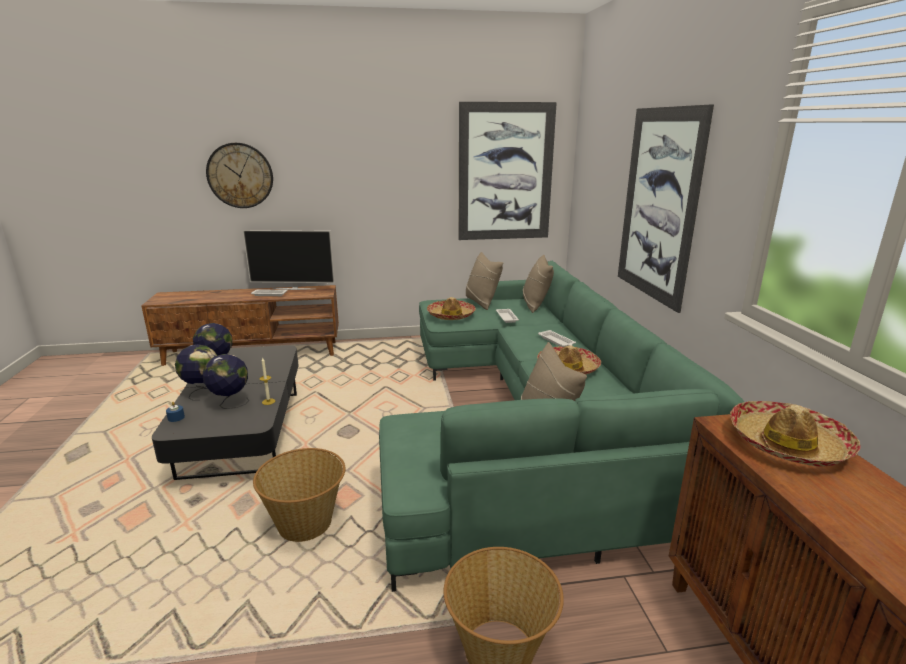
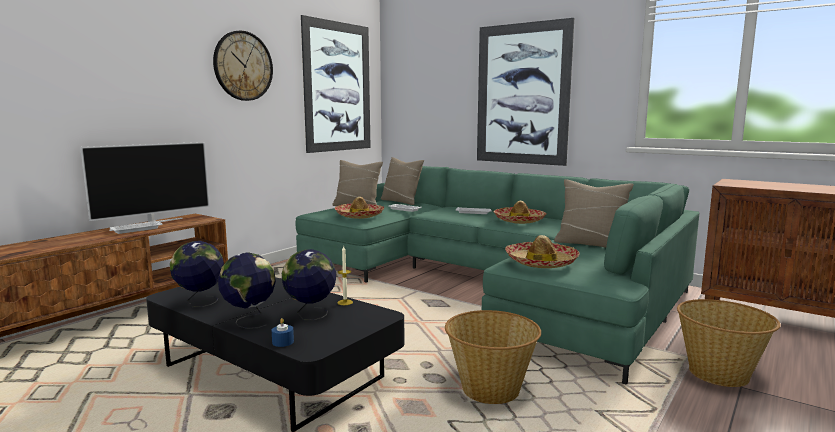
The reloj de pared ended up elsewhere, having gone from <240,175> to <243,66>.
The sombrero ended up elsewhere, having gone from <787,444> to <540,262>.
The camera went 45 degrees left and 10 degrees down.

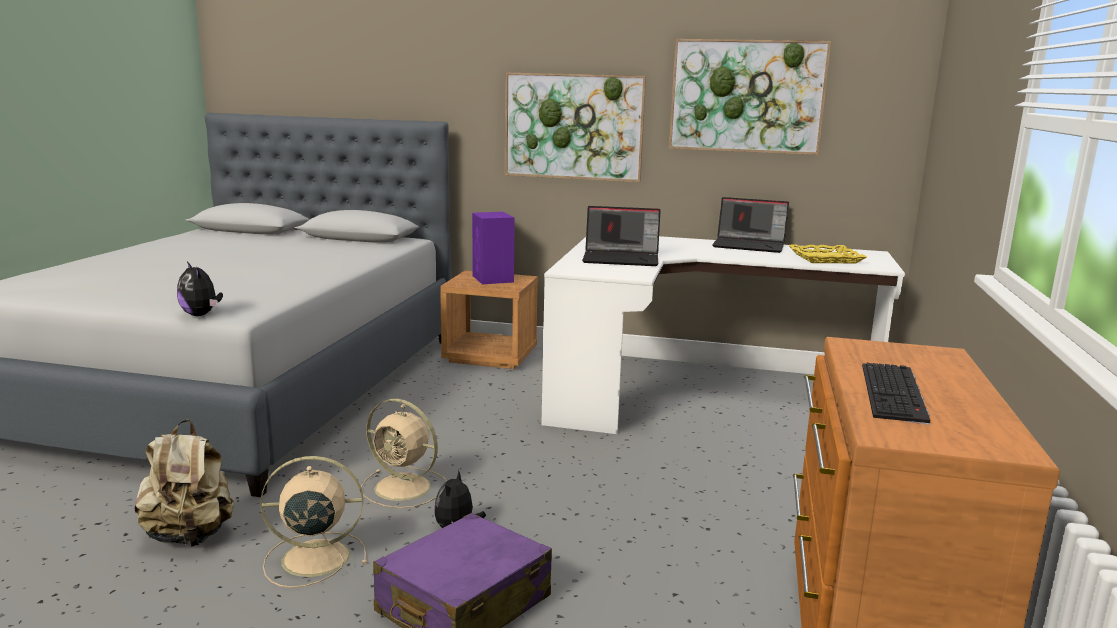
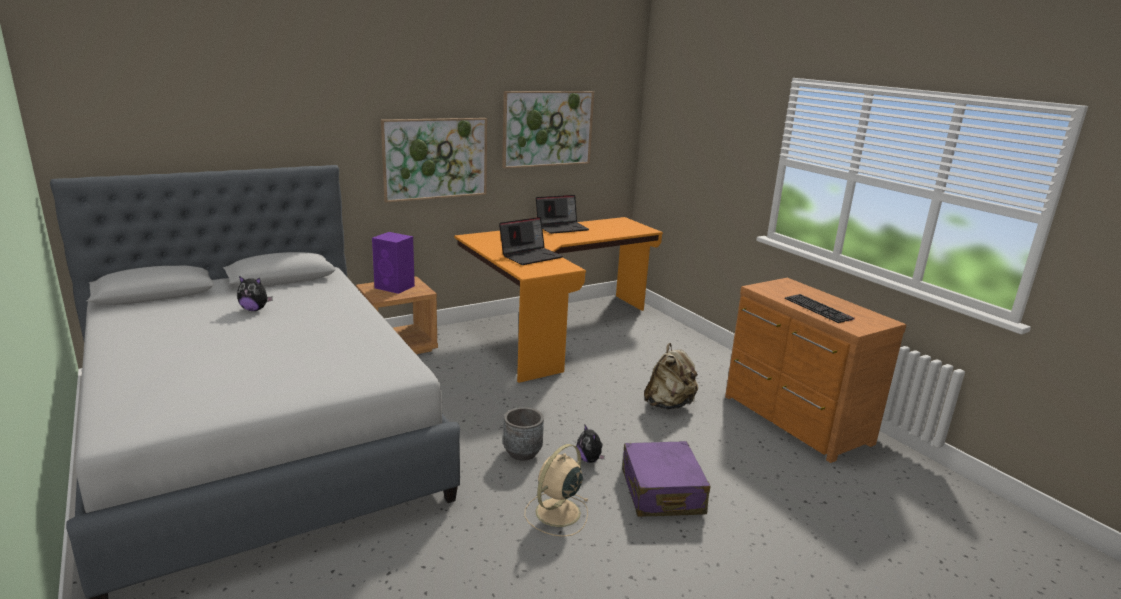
The peluche ended up elsewhere, having gone from <201,315> to <255,309>.
What was the escritorio (blanco) at <695,389> turned into the escritorio (naranja) at <552,329>.
Where the ventilador (beis) stood at <405,488>, the maceta (gris) came to stand at <522,453>.
The mochila (beis) ended up elsewhere, having gone from <190,535> to <669,404>.
The second view lost the bandeja (amarillo) at <825,258>.
The camera went 45 degrees left and 5 degrees up.

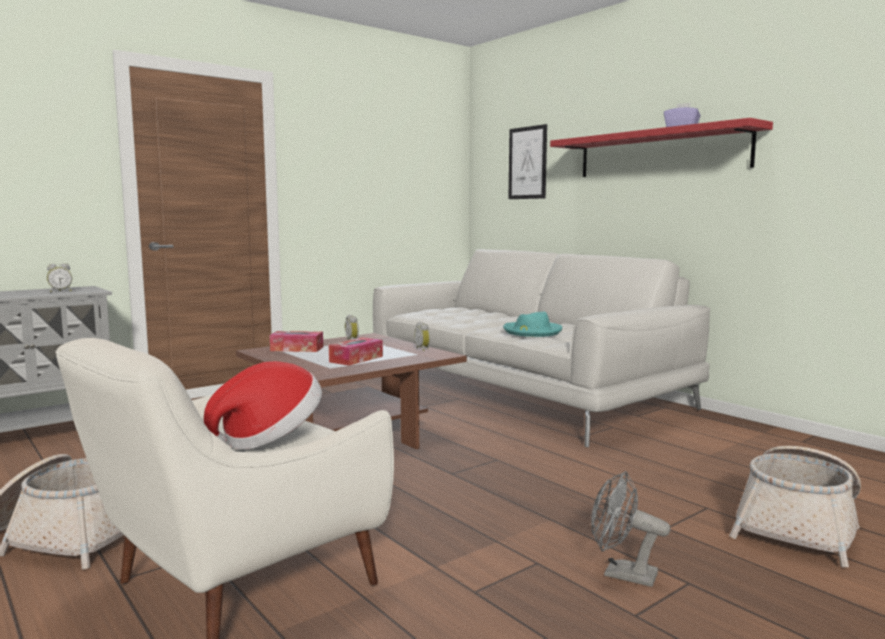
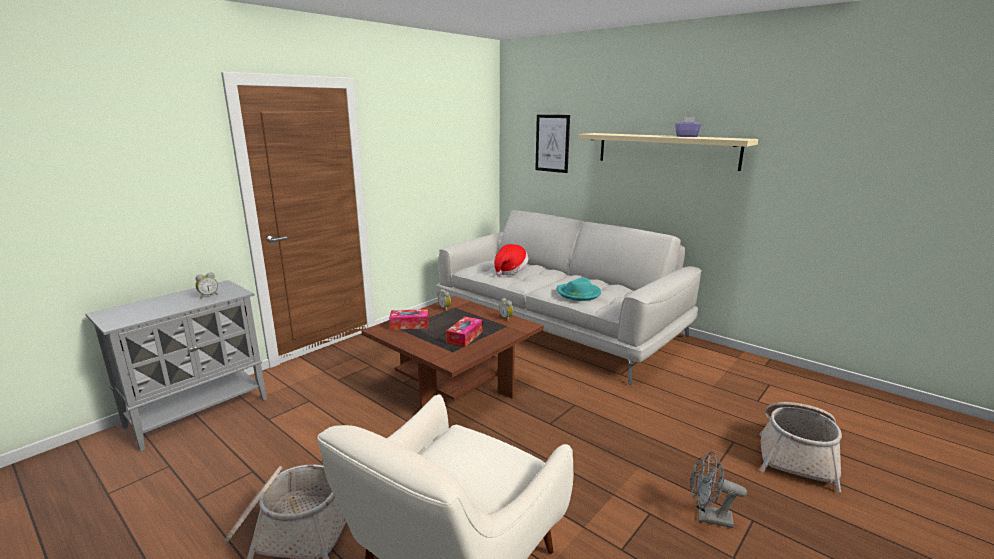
The sombrero ended up elsewhere, having gone from <269,438> to <510,271>.
What was the estante (rojo) at <660,153> turned into the estante (beis) at <666,150>.
The camera went 10 degrees left and 10 degrees up.

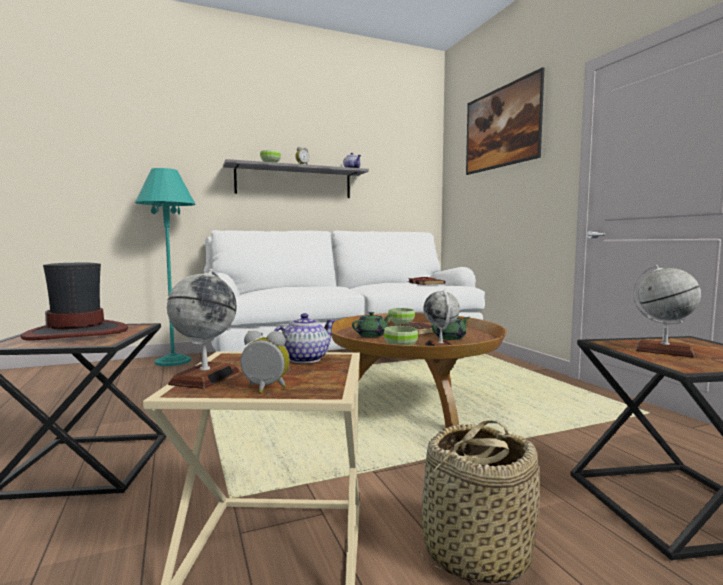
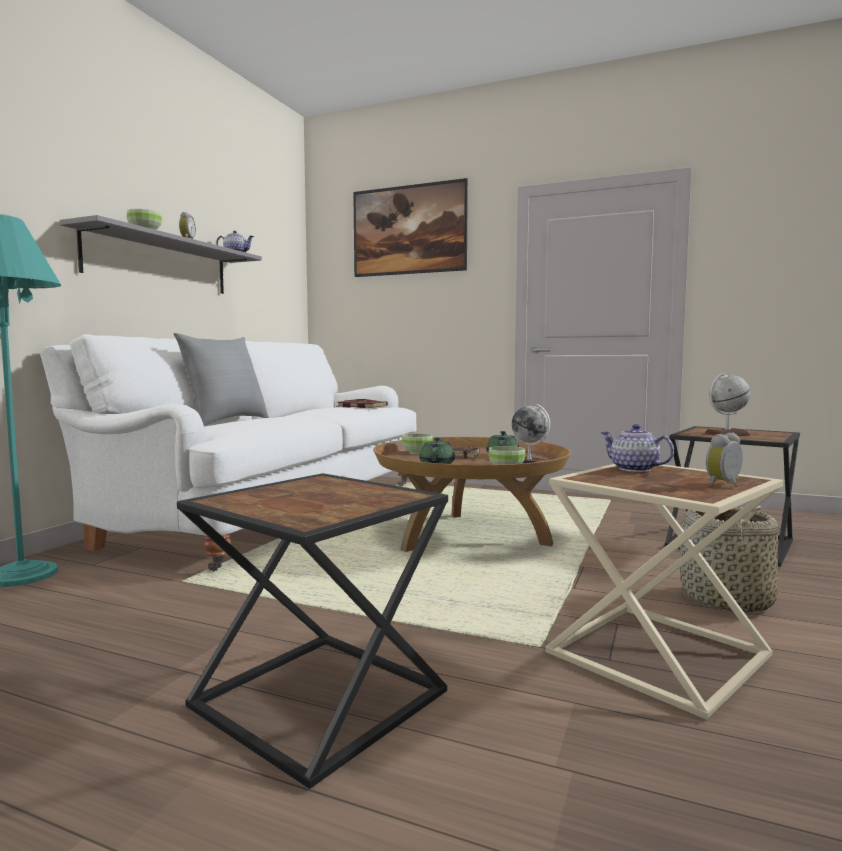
The second view gained the cojín (gris) at <225,421>.
The tetera at <304,359> ended up facing another way, 45 degrees counterclockwise from before.
The second view lost the sombrero at <78,332>.
The second view lost the globo terráqueo at <205,377>.
The camera went 45 degrees left and 0 degrees up.

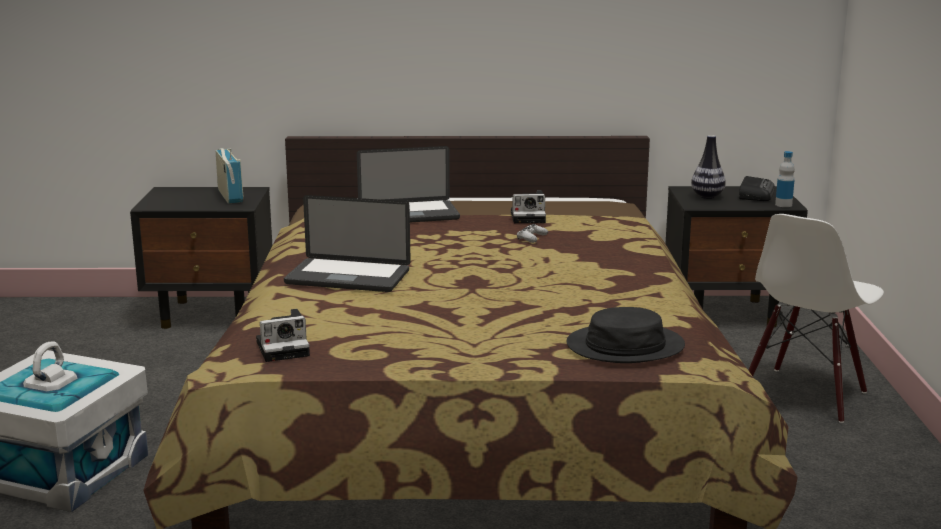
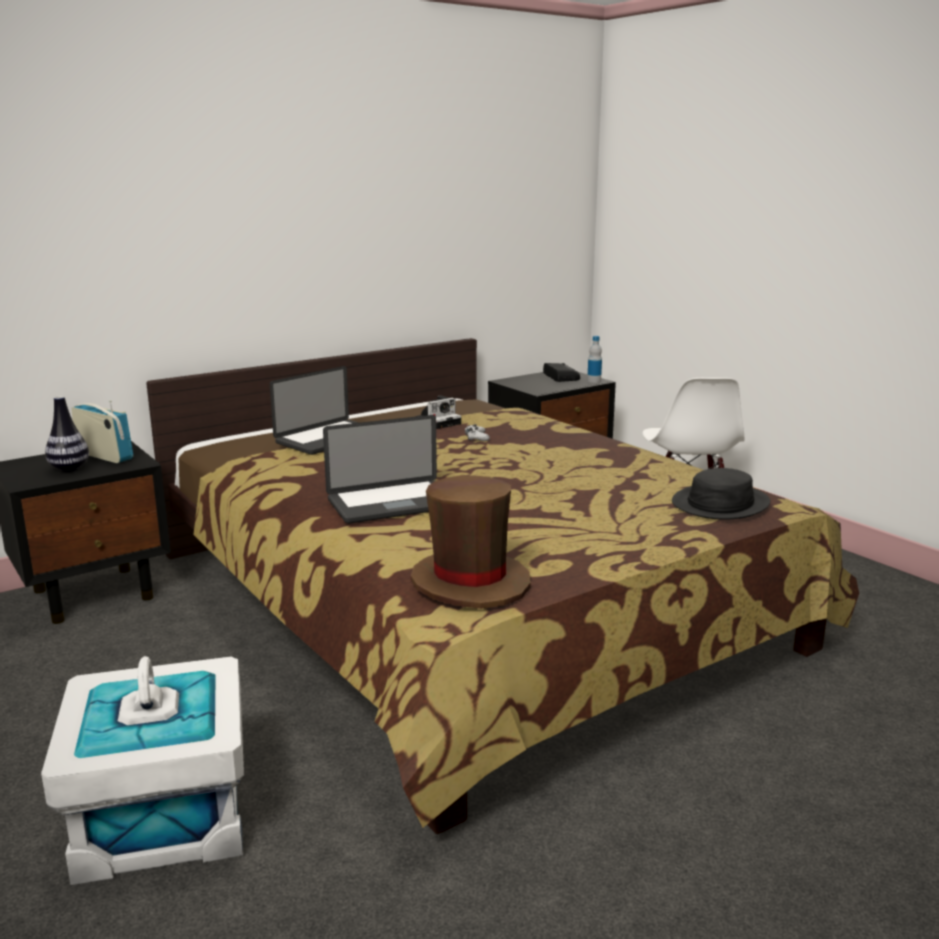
The florero ended up elsewhere, having gone from <707,197> to <69,469>.
Where the cámara stood at <285,348>, the sombrero (marrón) came to stand at <470,582>.
The camera went 35 degrees left and 0 degrees up.

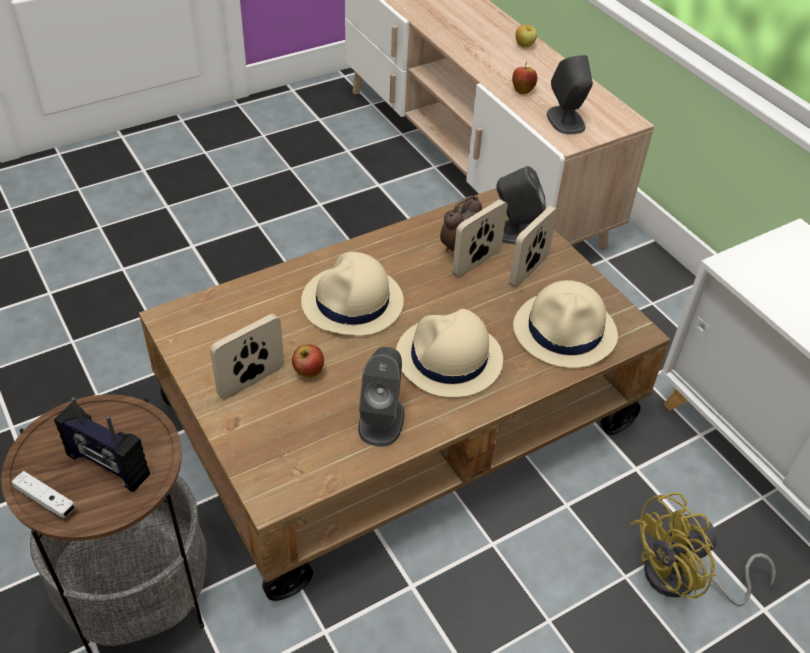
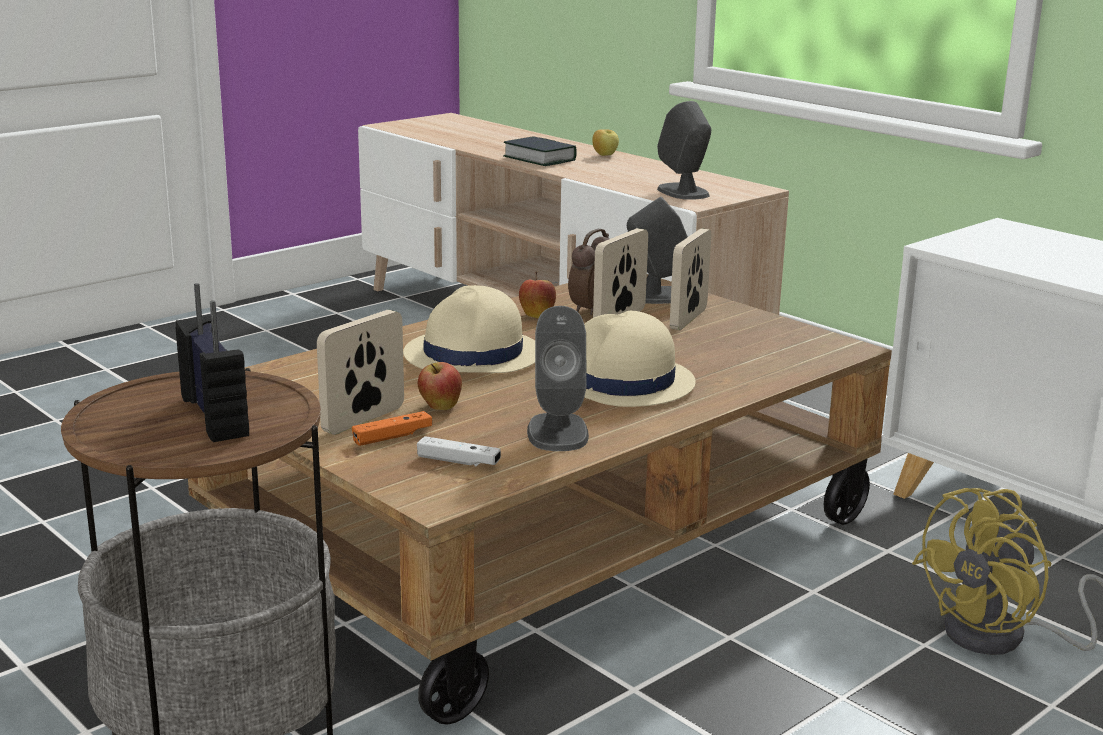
The radio at <107,466> ended up facing another way, 135 degrees counterclockwise from before.
The second view gained the mando de consola (naranja) at <392,437>.
The mando de consola (blanco) ended up elsewhere, having gone from <45,500> to <458,461>.
The second view gained the libro at <539,159>.
The manzana ended up elsewhere, having gone from <522,90> to <536,315>.
The second view lost the sombrero (beis) at <565,331>.
The camera went 10 degrees left and 25 degrees down.

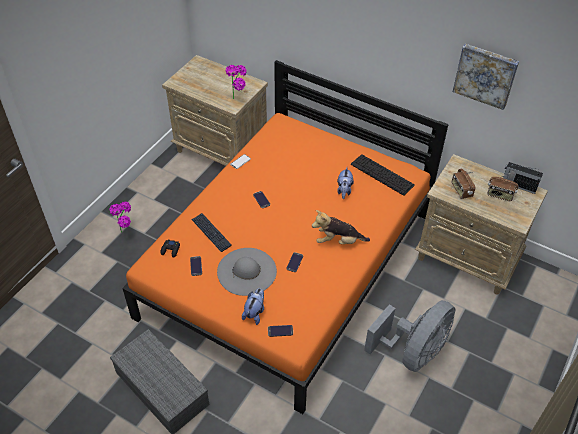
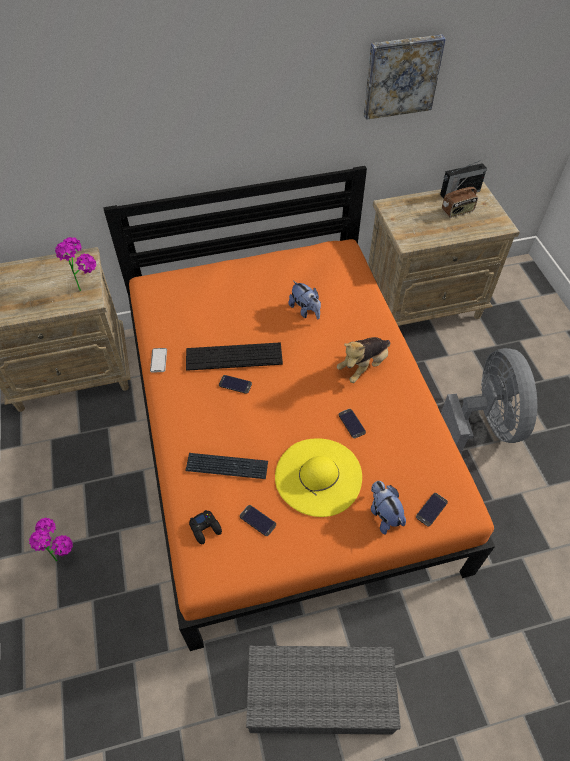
The teclado ended up elsewhere, having gone from <382,174> to <234,356>.
What was the sombrero (gris) at <246,271> turned into the sombrero (amarillo) at <318,476>.
The second view lost the radio at <461,191>.
The camera went 45 degrees left and 5 degrees up.

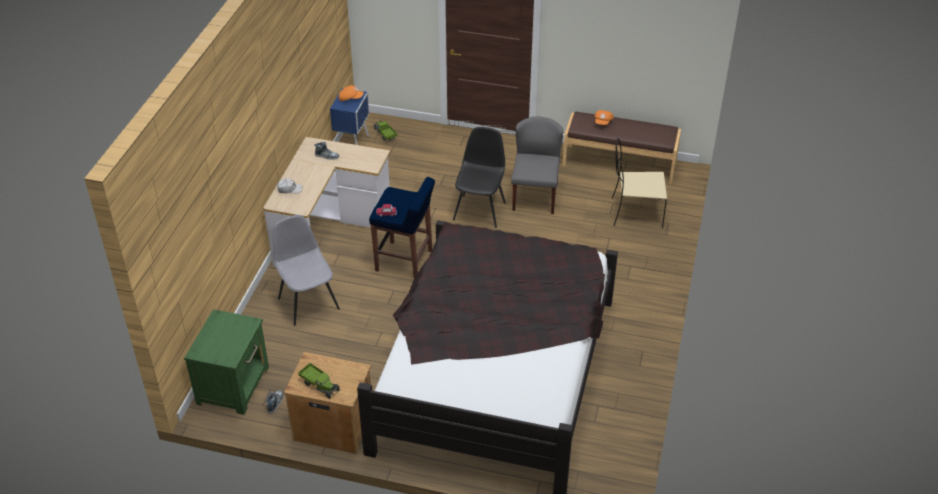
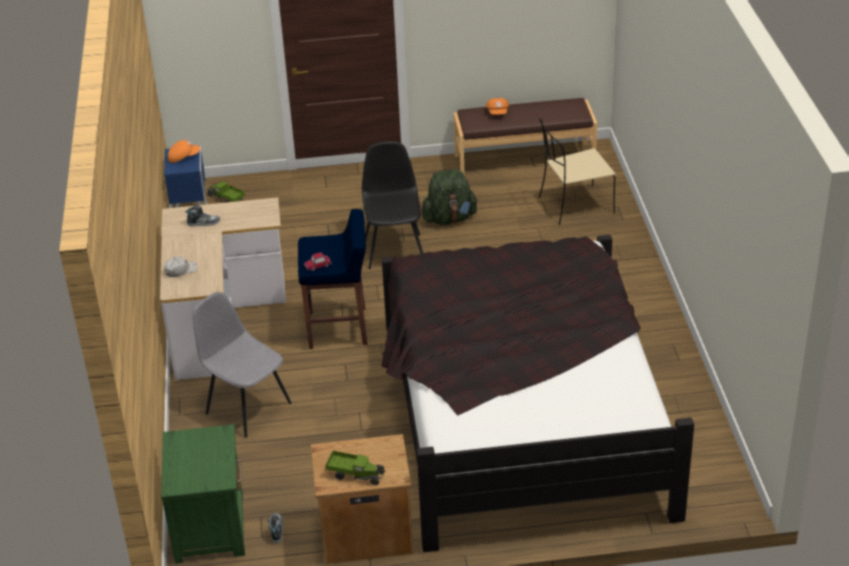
Where the silla (gris) stood at <535,196>, the mochila (verde) came to stand at <449,218>.
The camera went 20 degrees left and 5 degrees down.

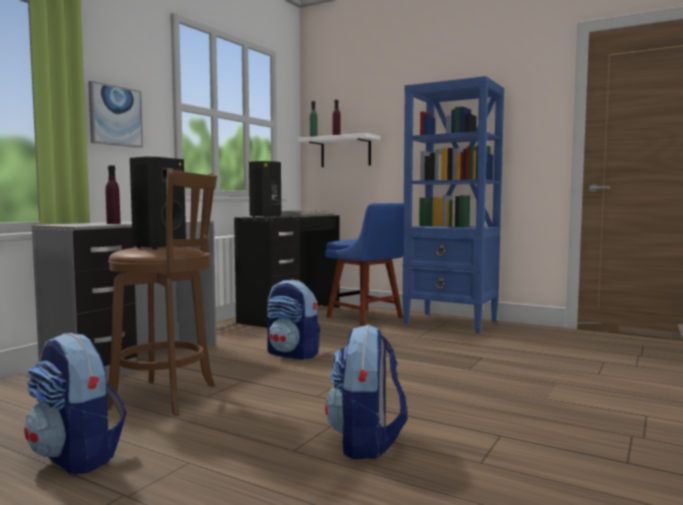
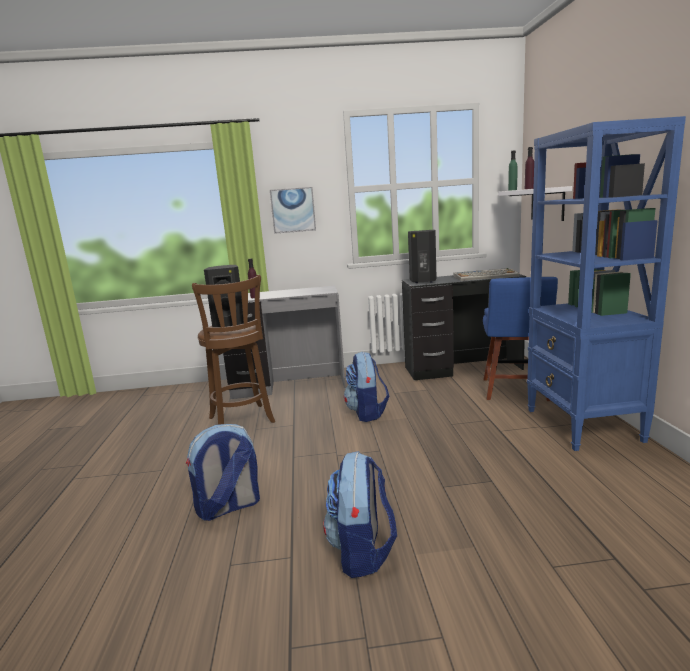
The mochila ended up elsewhere, having gone from <77,457> to <362,552>.
The camera went 55 degrees right and 10 degrees up.

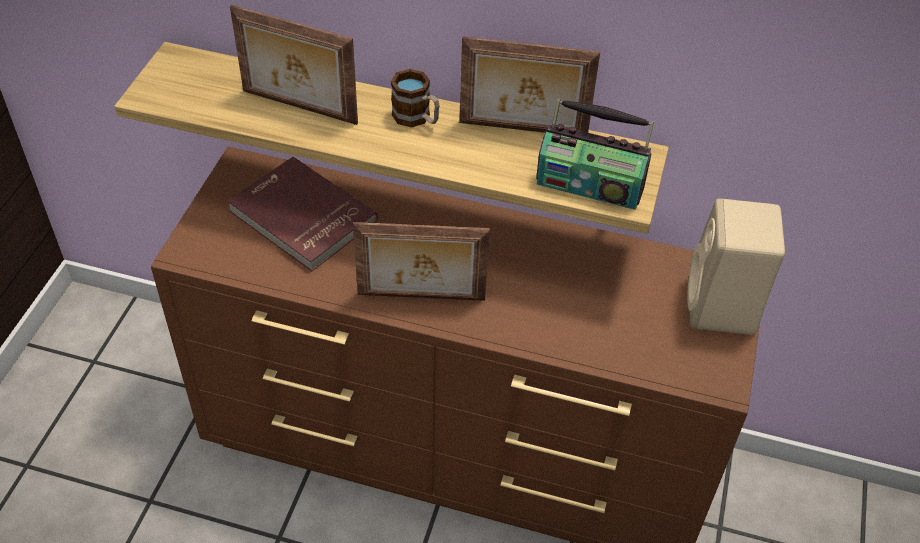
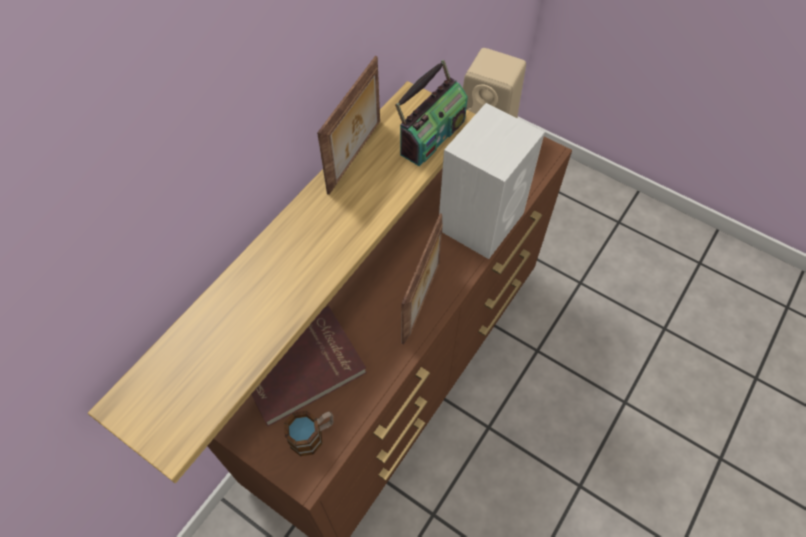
The taza grande ended up elsewhere, having gone from <417,118> to <313,435>.
The second view gained the altavoz (blanco) at <482,220>.
The second view lost the portarretratos at <298,108>.
The camera went 70 degrees left and 10 degrees up.

